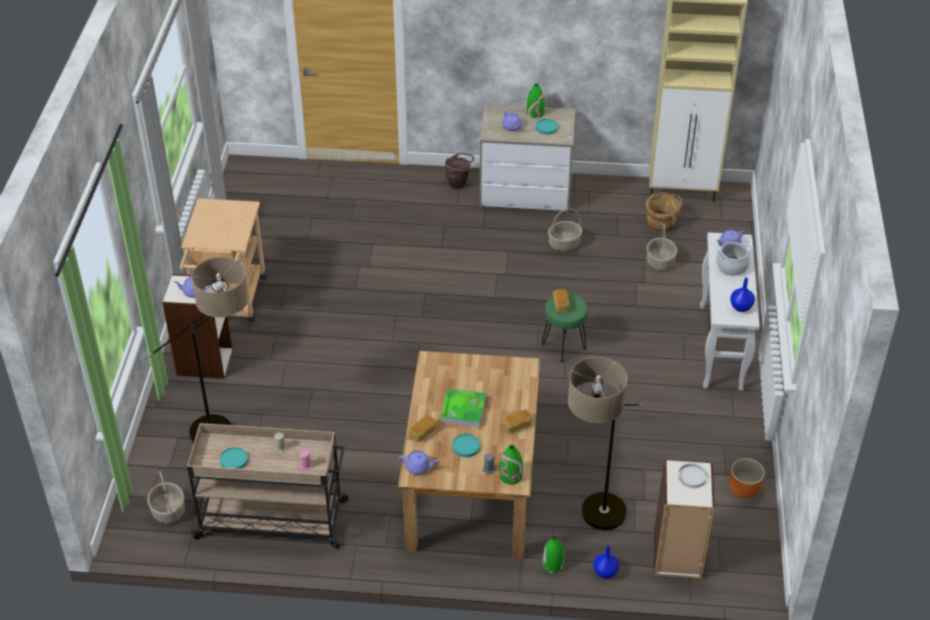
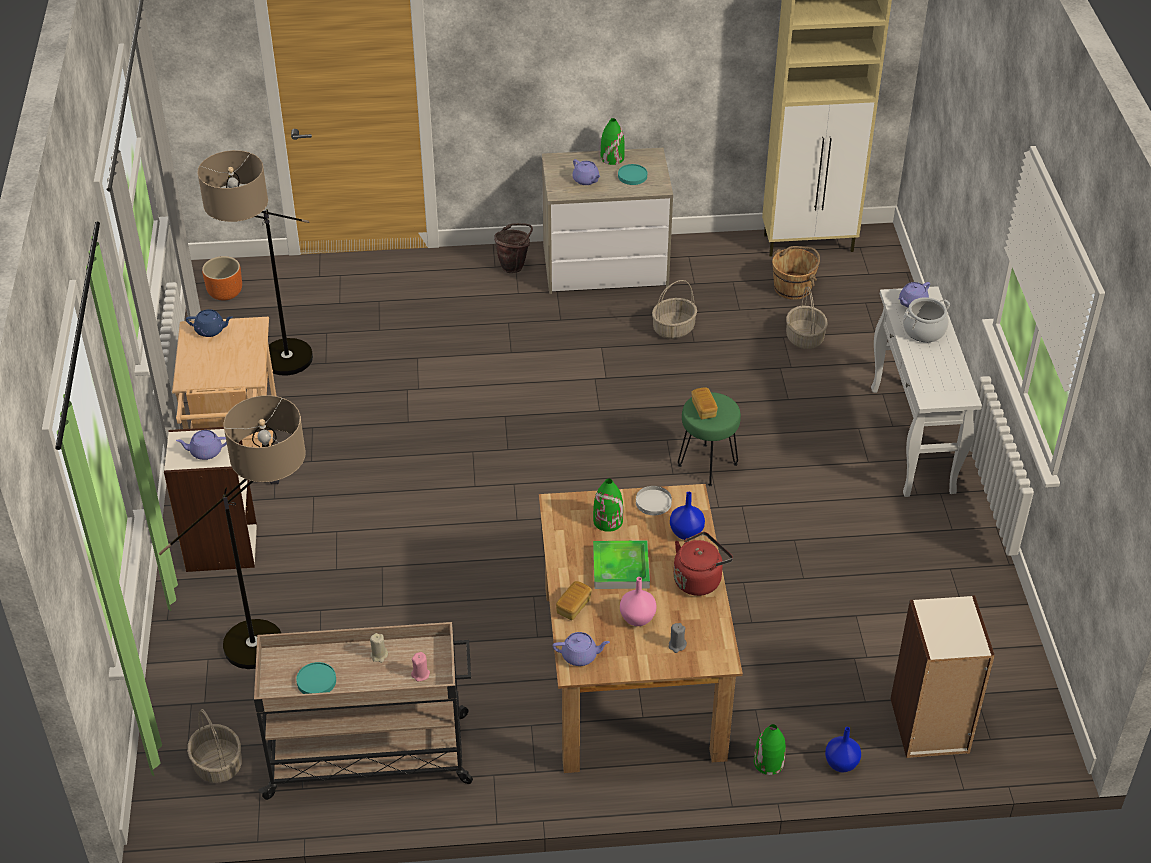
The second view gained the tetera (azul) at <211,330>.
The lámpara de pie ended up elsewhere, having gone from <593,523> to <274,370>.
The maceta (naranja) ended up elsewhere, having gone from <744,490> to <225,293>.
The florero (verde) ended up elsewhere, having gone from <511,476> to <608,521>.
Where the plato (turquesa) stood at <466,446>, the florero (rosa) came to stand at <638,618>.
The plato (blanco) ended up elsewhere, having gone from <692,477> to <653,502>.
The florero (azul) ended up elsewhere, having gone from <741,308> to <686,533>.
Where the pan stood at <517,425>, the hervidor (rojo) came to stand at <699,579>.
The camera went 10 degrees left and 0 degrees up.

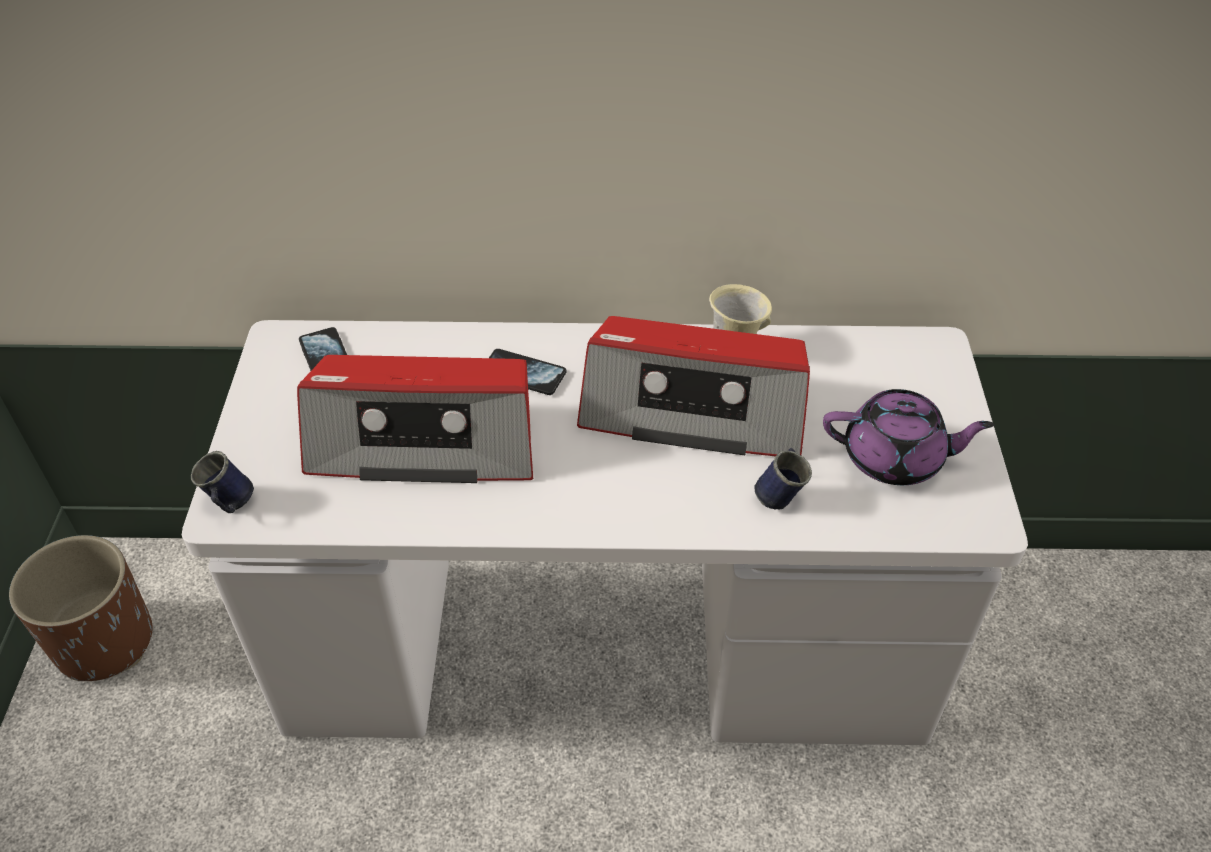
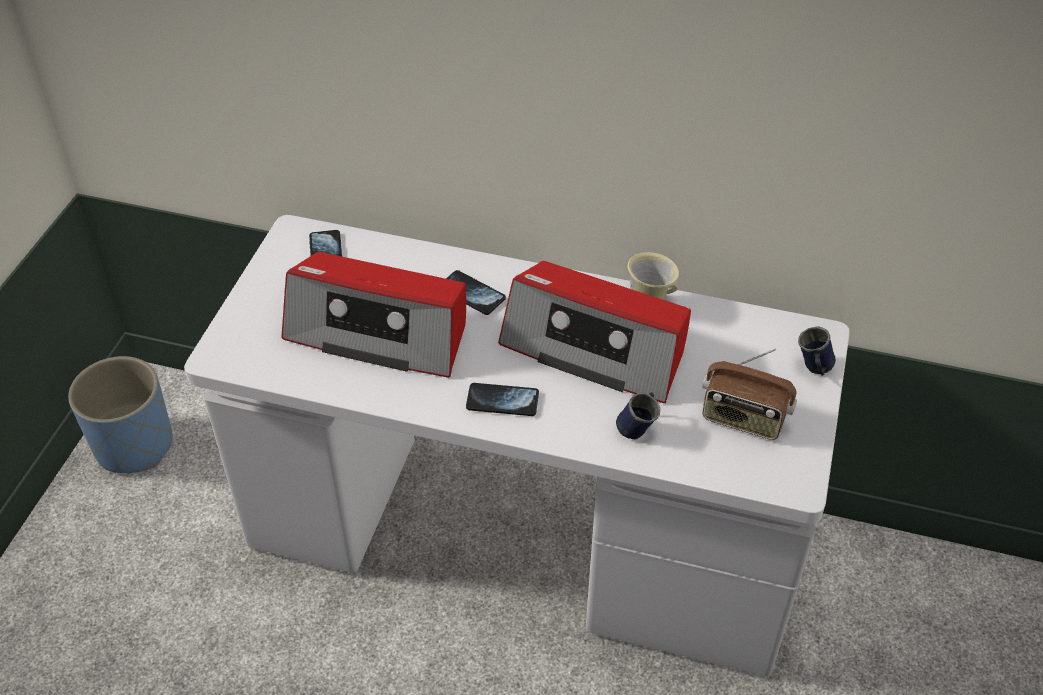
What was the maceta (marrón) at <104,641> turned into the maceta (azul) at <134,445>.
The second view gained the móvil at <502,401>.
Where the tetera (morado) stood at <895,458>, the radio came to stand at <743,419>.
The taza grande (azul) ended up elsewhere, having gone from <229,505> to <813,369>.
The camera went 15 degrees right and 0 degrees up.

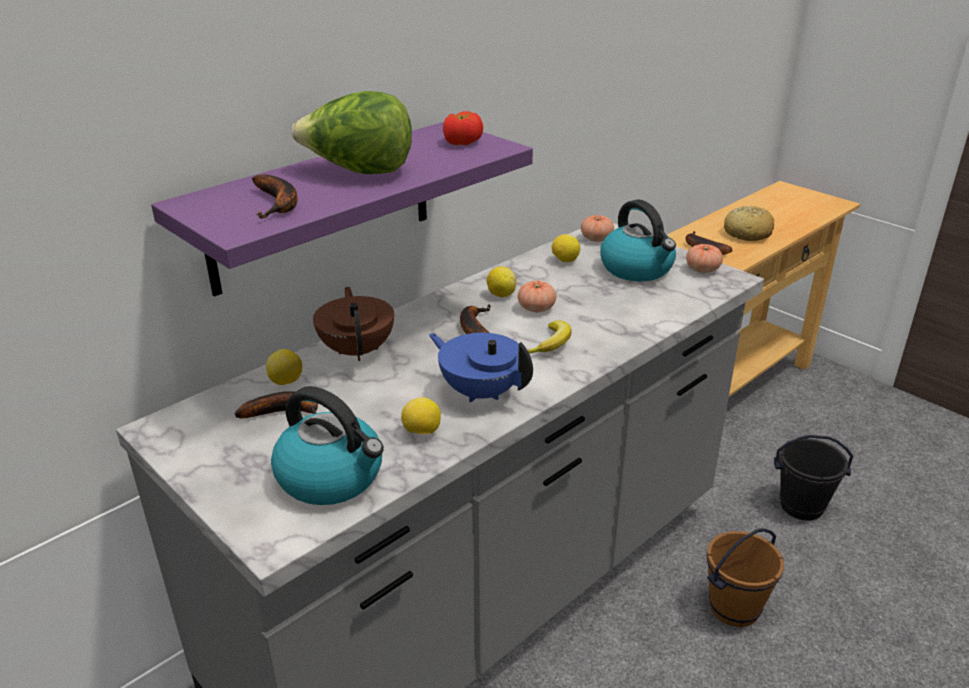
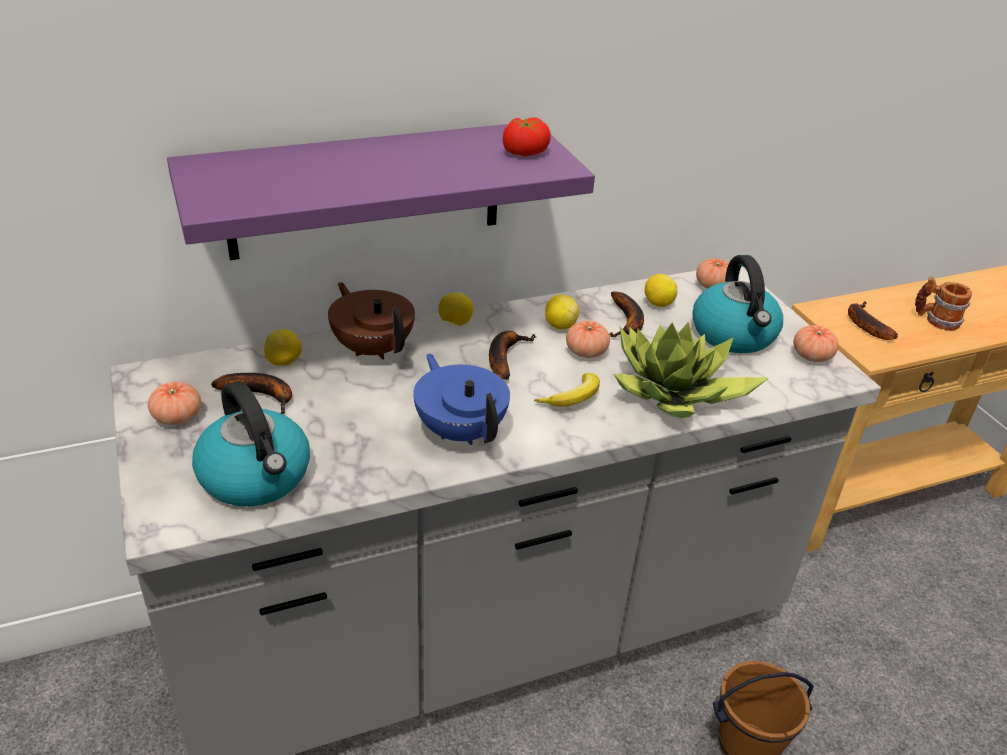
The second view gained the tomate at <177,417>.
The tetera (marrón) at <358,350> ended up facing another way, 45 degrees counterclockwise from before.
The limón ended up elsewhere, having gone from <421,432> to <455,323>.
The plátano ended up elsewhere, having gone from <279,203> to <627,322>.
The second view gained the planta en maceta at <675,393>.
Where the pan stood at <747,233>, the taza grande came to stand at <935,320>.
The second view lost the lechuga at <359,172>.
The second view lost the cubo (negro) at <801,506>.
The camera went 20 degrees right and 5 degrees up.

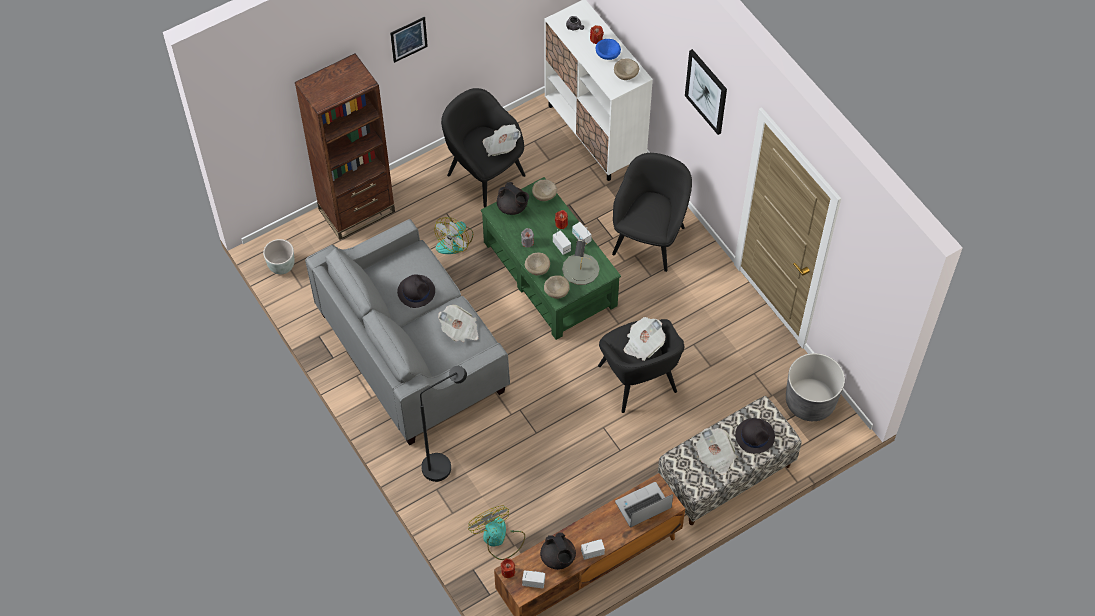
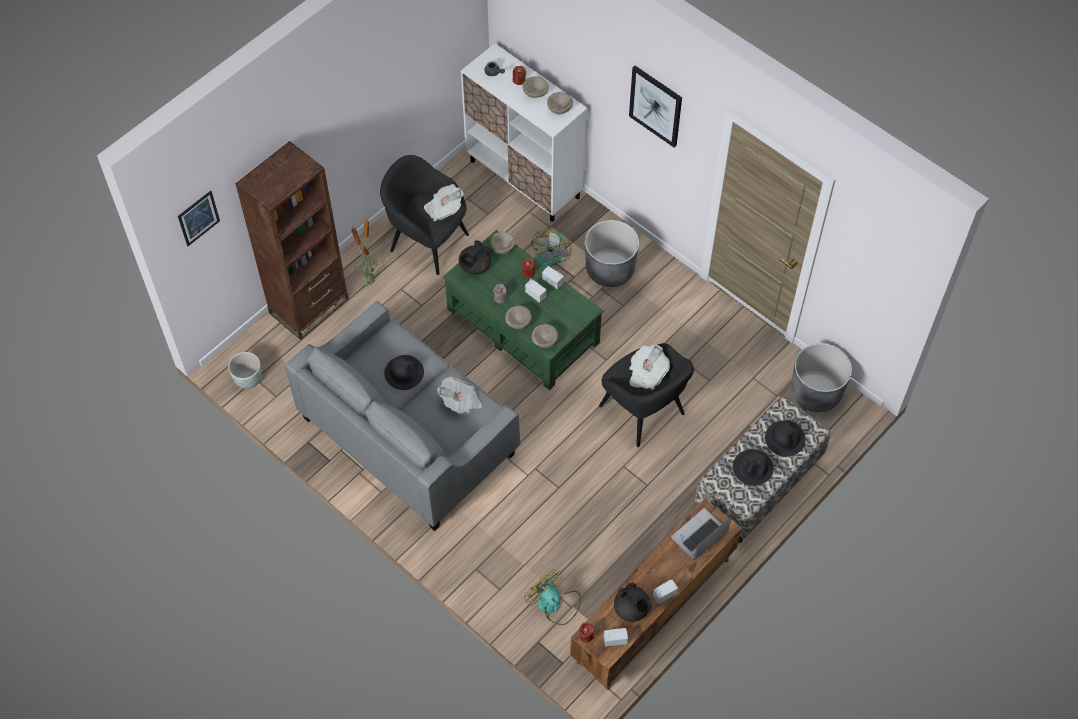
The cuadro ended up elsewhere, having gone from <408,39> to <198,218>.
The second view gained the planta en maceta at <370,280>.
The tetera (negro) at <513,207> ended up facing another way, 105 degrees clockwise from before.
What was the cuenco (azul) at <608,55> turned into the cuenco (beis) at <536,93>.
The ventilador ended up elsewhere, having gone from <455,241> to <550,253>.
Where the sillón (negro) stood at <649,239>, the maceta (gris) came to stand at <610,269>.
Where the periódico stood at <715,456>, the sombrero (negro) came to stand at <753,468>.
The second view lost the lámpara de pie (negro) at <443,464>.
The second view lost the lámpara de mesa (gris) at <580,269>.
The camera went 15 degrees left and 0 degrees up.

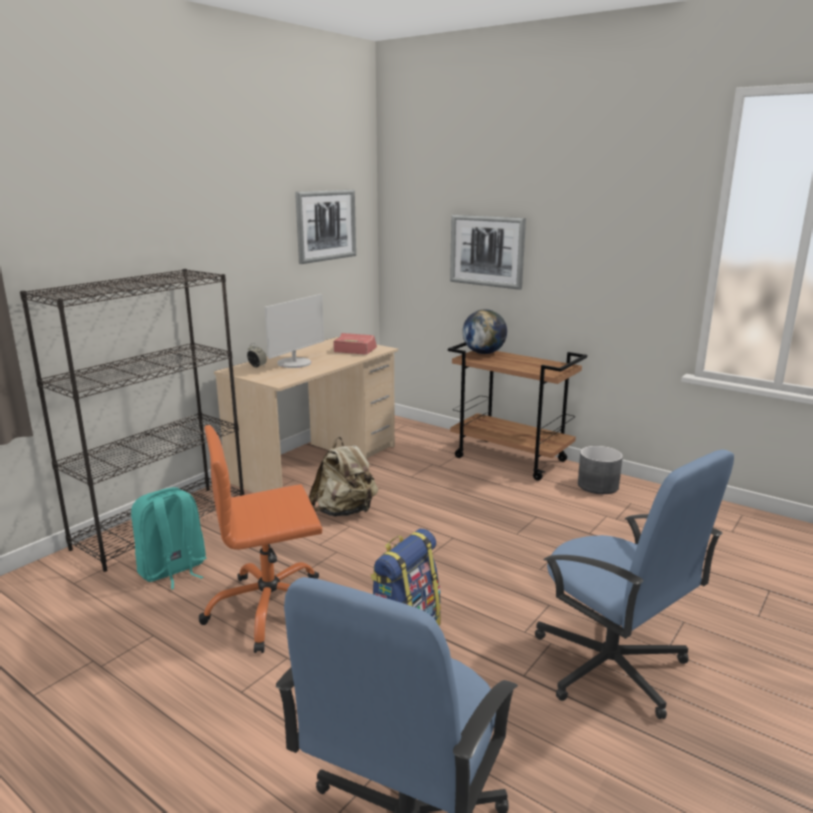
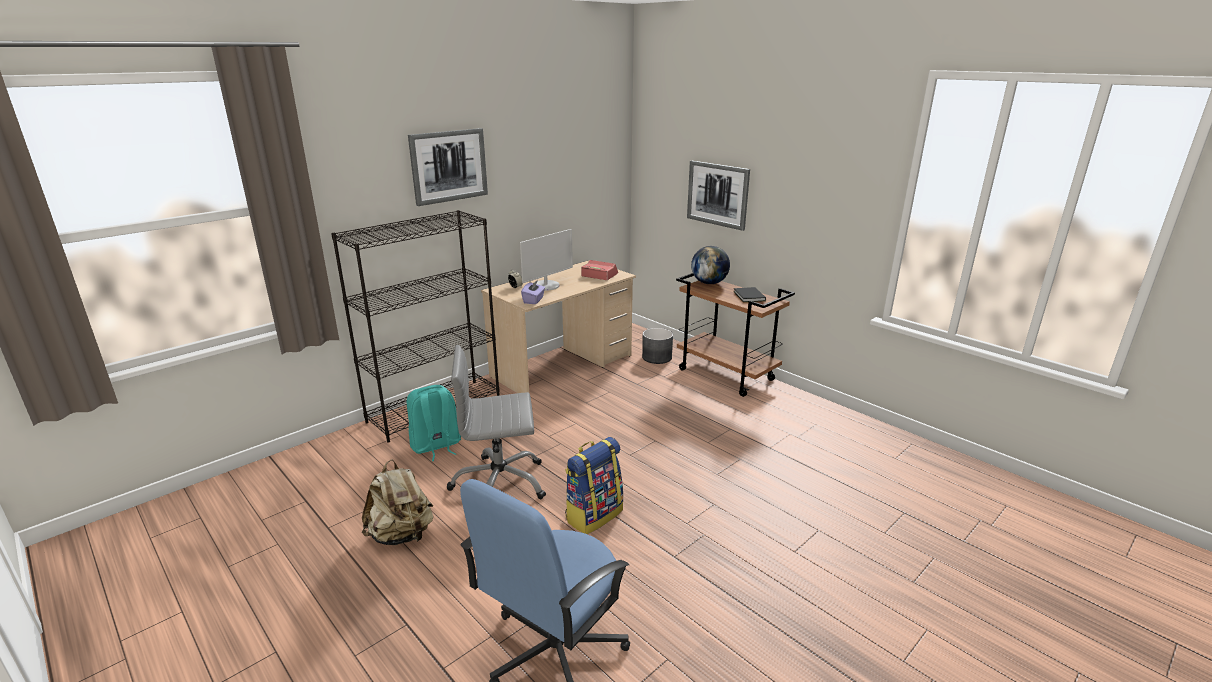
The mochila (beis) ended up elsewhere, having gone from <345,511> to <402,535>.
The cuadro ended up elsewhere, having gone from <326,225> to <449,166>.
What was the silla de oficina (naranja) at <270,609> turned into the silla de oficina (gris) at <499,484>.
The second view gained the caja de pañuelos (morado) at <534,300>.
The maceta (gris) ended up elsewhere, having gone from <598,485> to <657,357>.
The second view gained the libro (negro) at <749,296>.
The second view lost the silla de oficina (azul) at <611,666>.
The camera went 10 degrees right and 5 degrees up.

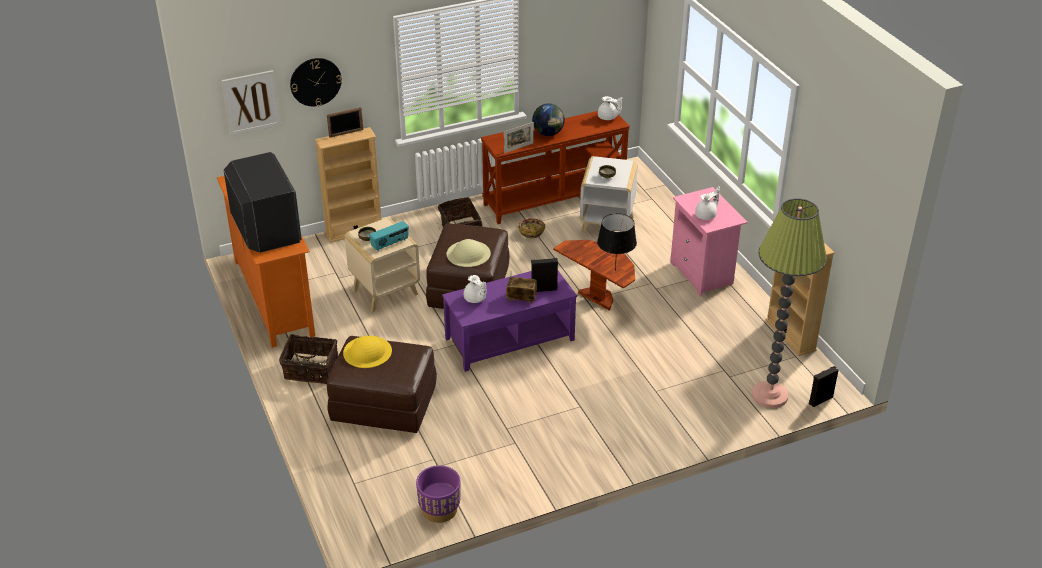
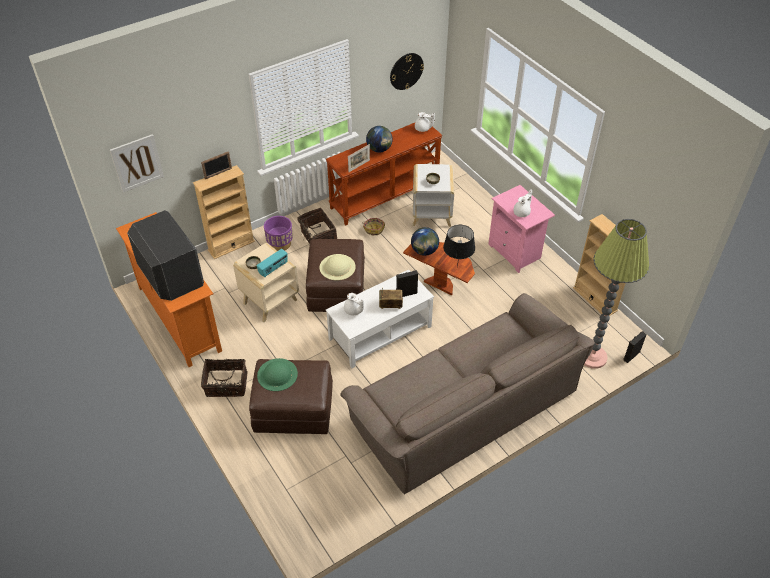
What was the sombrero (amarillo) at <367,352> turned into the sombrero (verde) at <277,374>.
The maceta (morado) ended up elsewhere, having gone from <439,510> to <280,244>.
What was the mesa de centro (morado) at <509,339> turned into the mesa de centro (blanco) at <380,333>.
The second view gained the sofá (marrón) at <463,408>.
The reloj de pared ended up elsewhere, having gone from <315,81> to <406,71>.
The second view gained the globo terráqueo at <424,251>.
The camera went 10 degrees left and 10 degrees up.

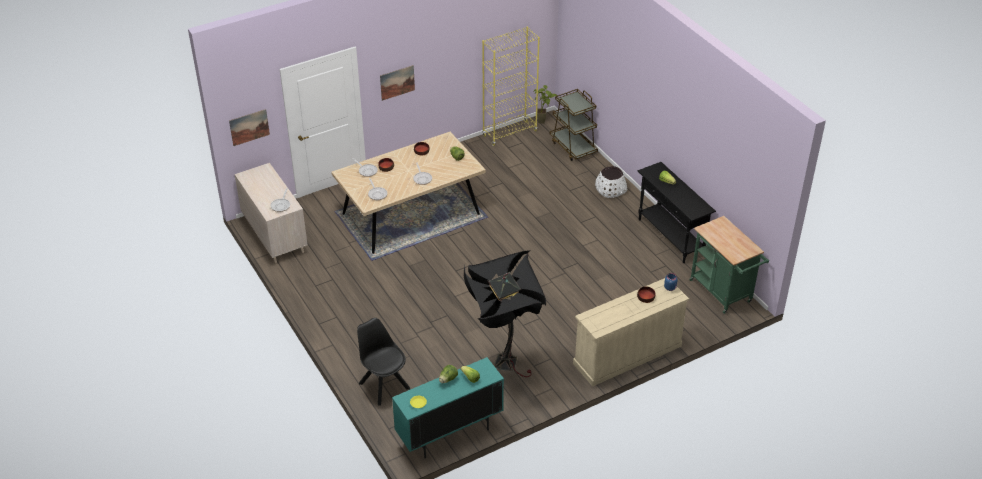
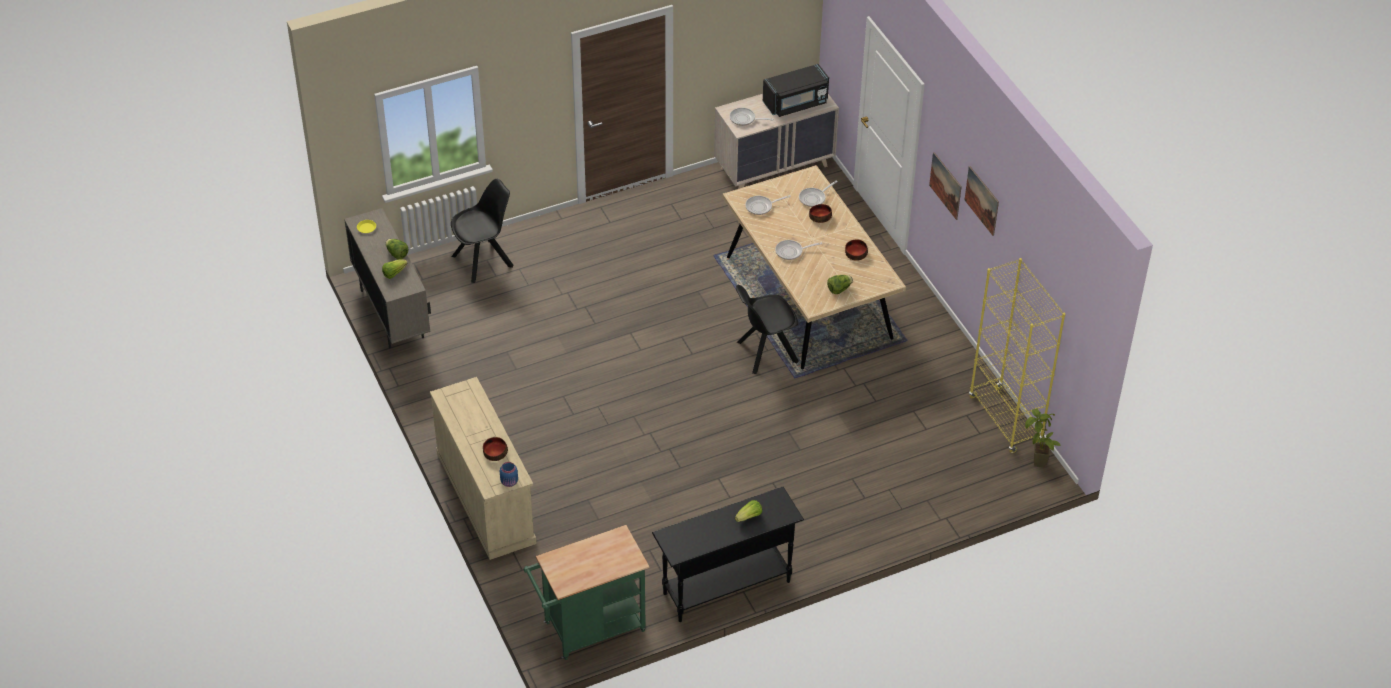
What was the armario (turquesa) at <449,434> turned into the armario (beis) at <391,314>.
The second view gained the silla (negro) at <765,352>.
The second view gained the microondas (negro) at <795,103>.
The cuadro ended up elsewhere, having gone from <249,127> to <982,200>.
The second view lost the lámpara de pie (negro) at <503,367>.
The second view lost the carrito (marrón) at <573,147>.
The second view lost the maceta (blanco) at <610,189>.
The camera went 95 degrees right and 5 degrees up.

